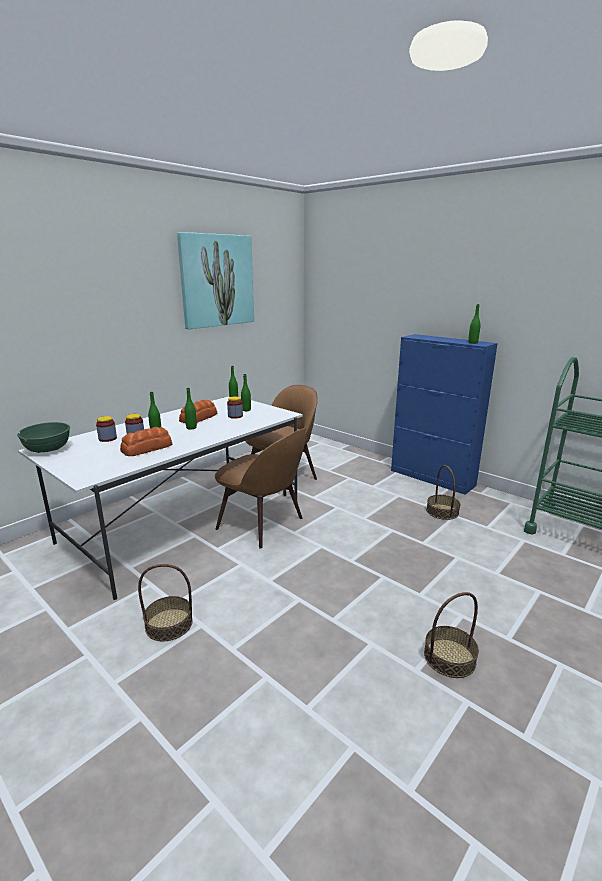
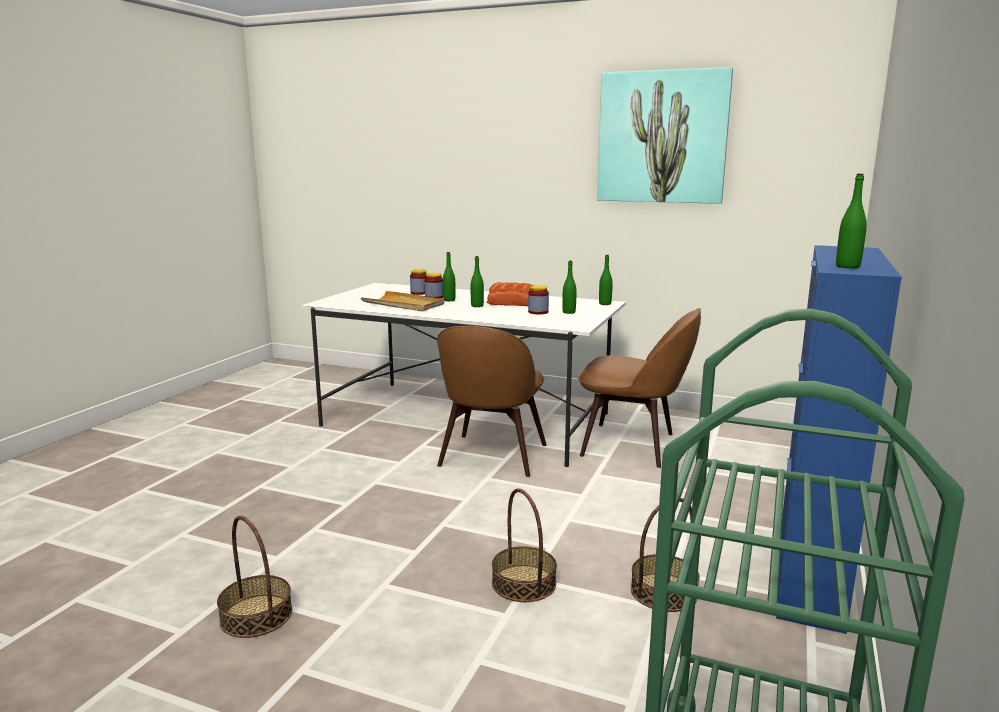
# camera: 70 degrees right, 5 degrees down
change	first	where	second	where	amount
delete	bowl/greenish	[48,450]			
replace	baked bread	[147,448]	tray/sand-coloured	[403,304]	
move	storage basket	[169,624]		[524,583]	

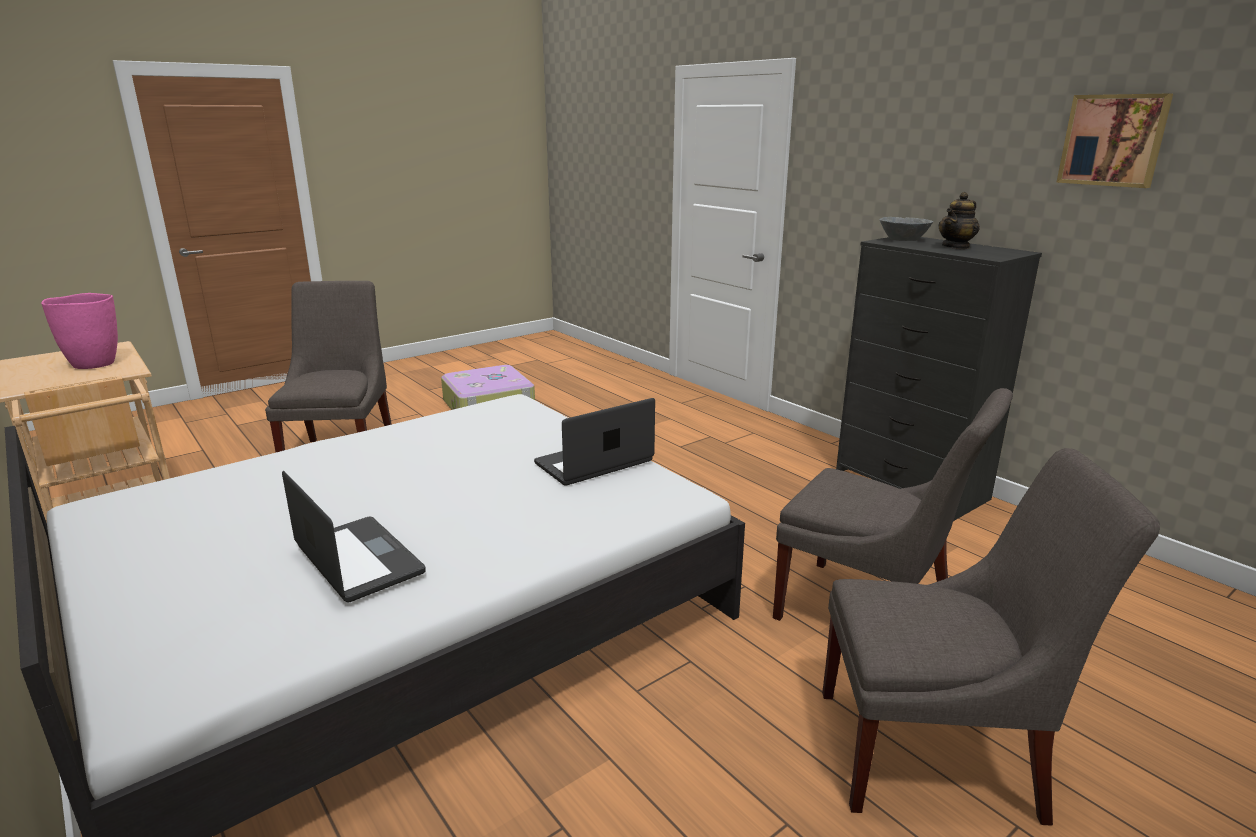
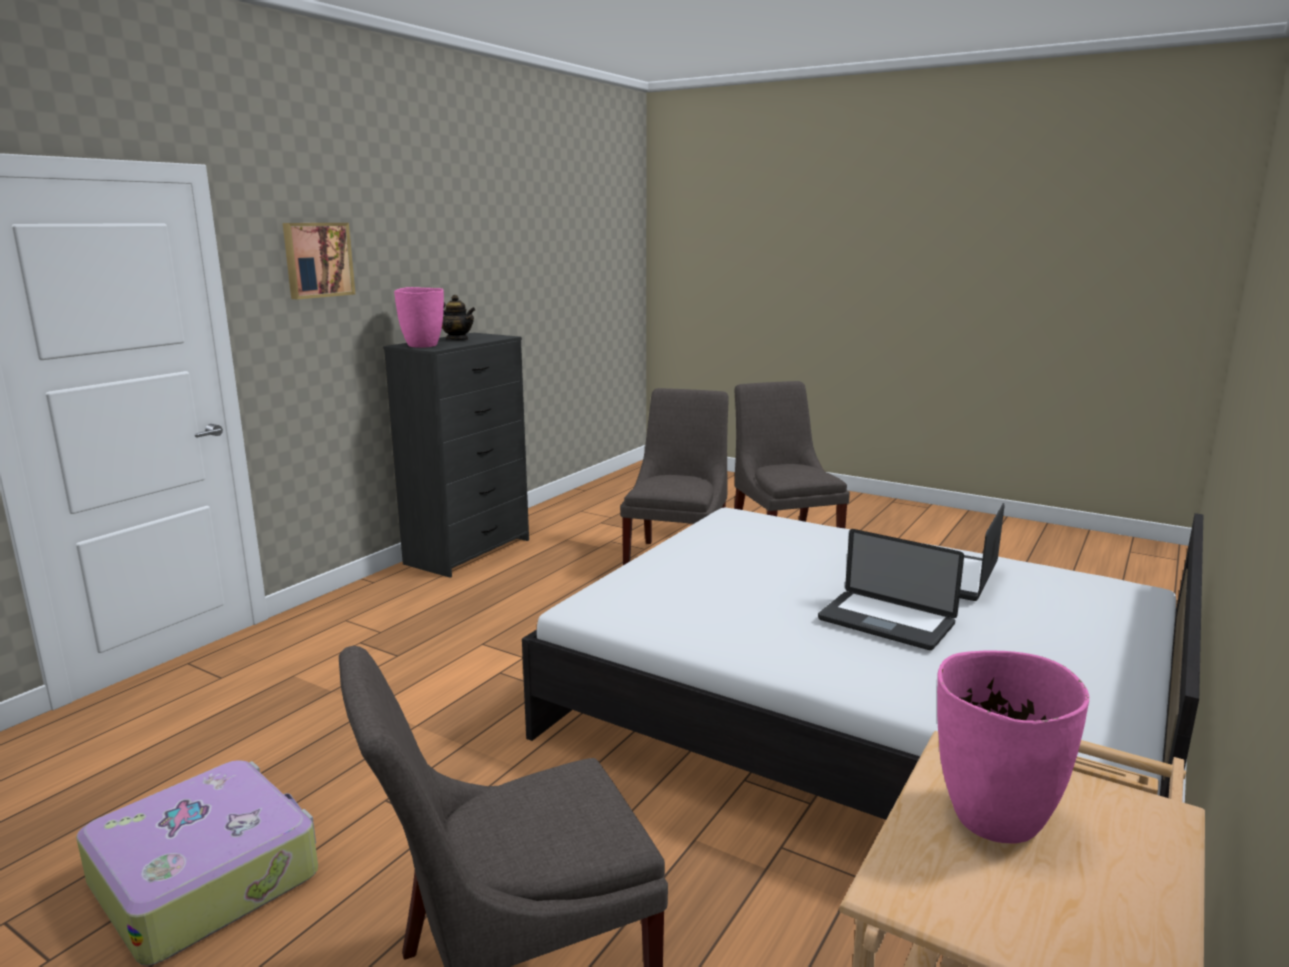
# camera: 110 degrees left, 5 degrees down
change	first	where	second	where	amount
move	portable computer	[594,463]		[886,622]	
replace	bowl/gray	[903,240]	flower vase/pinkish	[423,345]	
move	picture	[1113,140]		[317,260]	

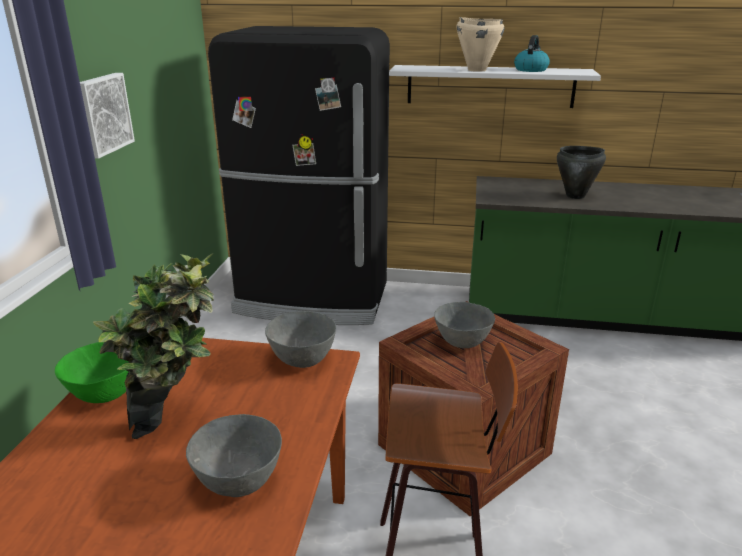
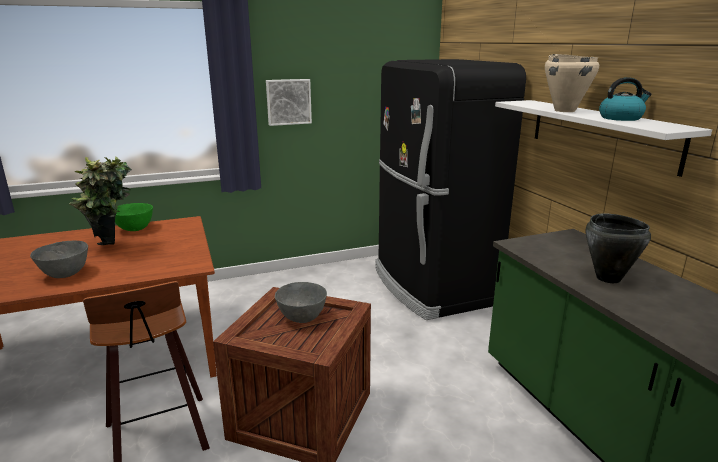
# camera: 60 degrees right, 5 degrees down
change	first	where	second	where	amount
delete	bowl/gray	[303,360]			

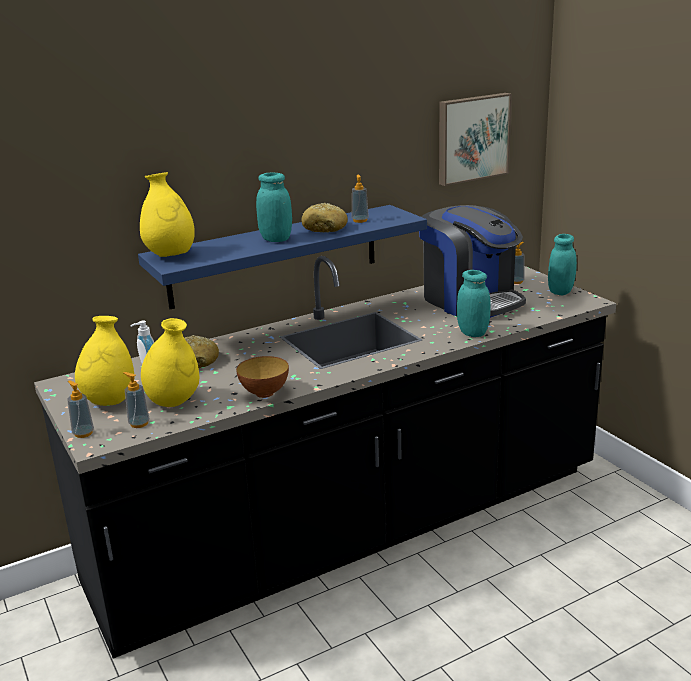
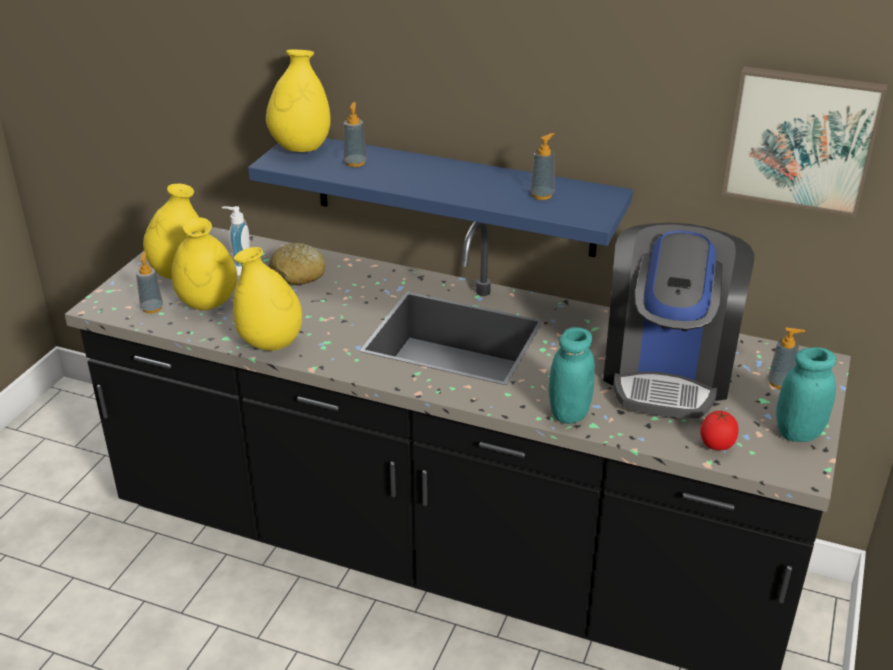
# camera: 50 degrees right, 10 degrees up
change	first	where	second	where	amount
move	soap dispenser	[83,433]		[355,163]	
replace	bowl	[264,393]	flower vase/yellow	[271,344]	
delete	storage jar/turquoise	[276,239]			
delete	baked bread	[325,228]			
insert			tomato	[716,446]	

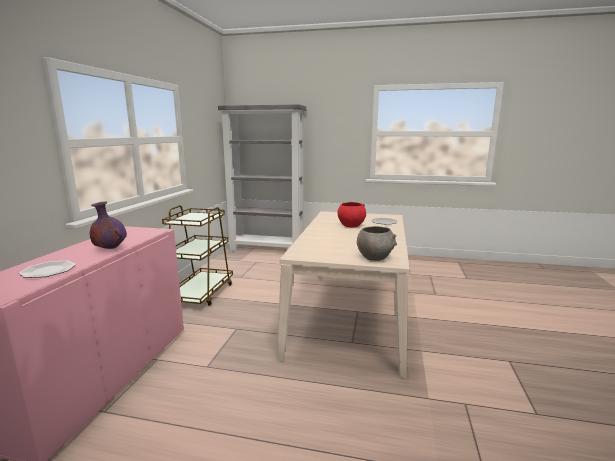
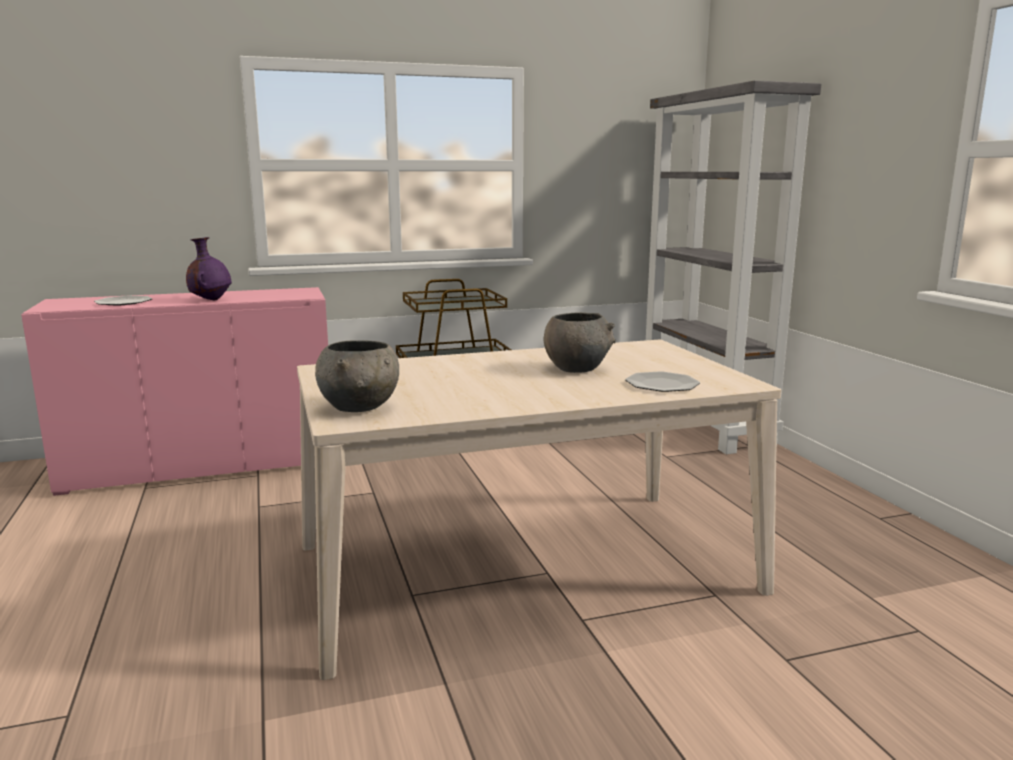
# camera: 60 degrees right, 0 degrees up
change	first	where	second	where	amount
recolor	bowl/red	[351,225]	bowl/gray	[577,369]	

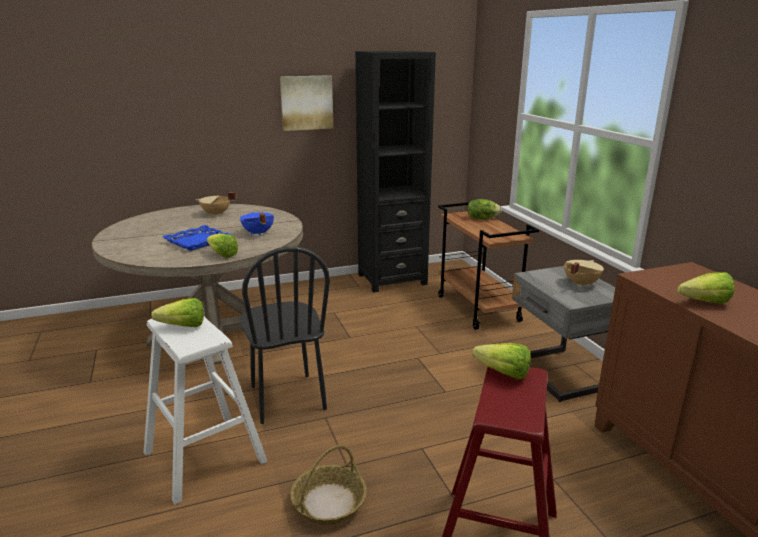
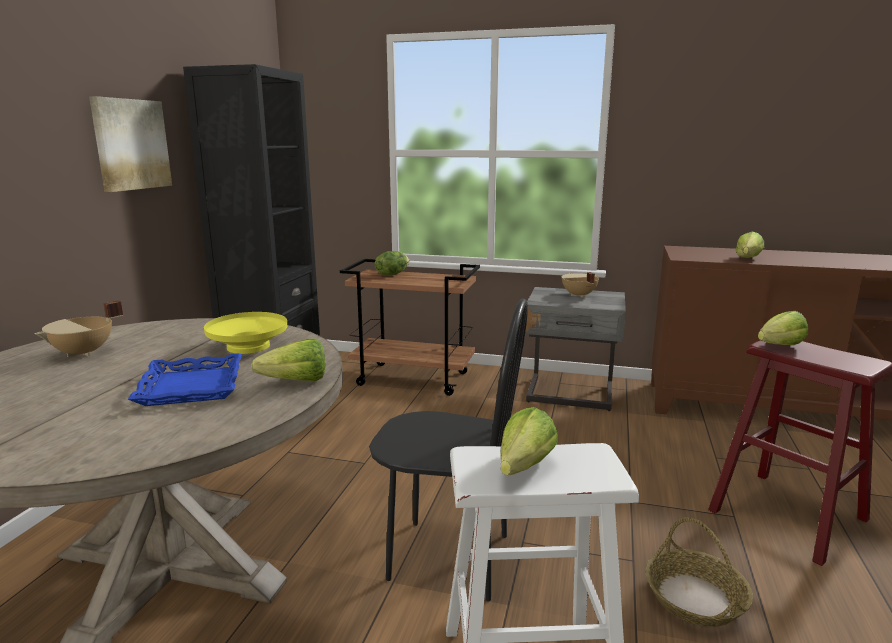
# camera: 55 degrees left, 5 degrees down
change	first	where	second	where	amount
replace	stockpot/blue	[257,233]	bowl/yellow	[248,347]	

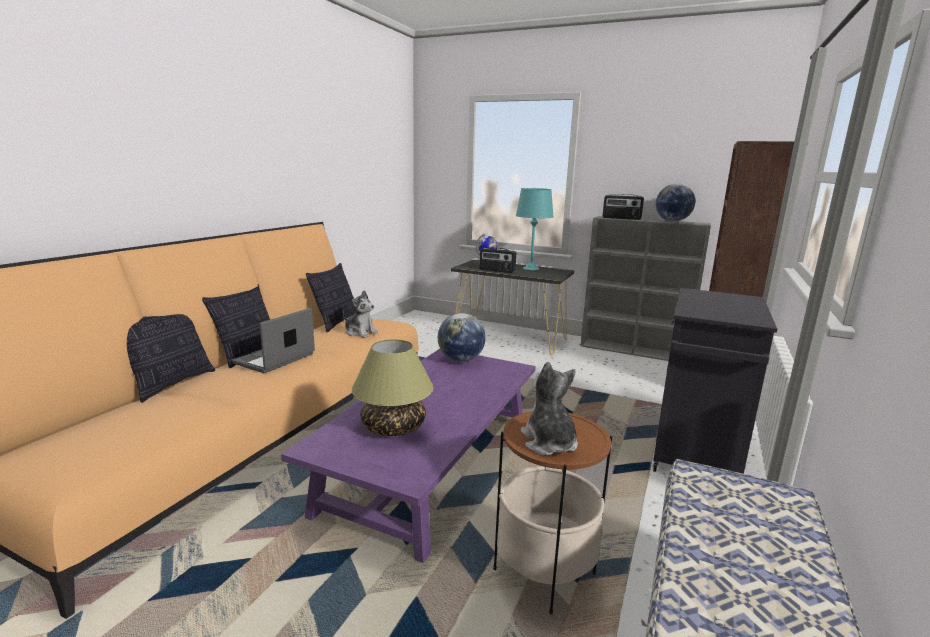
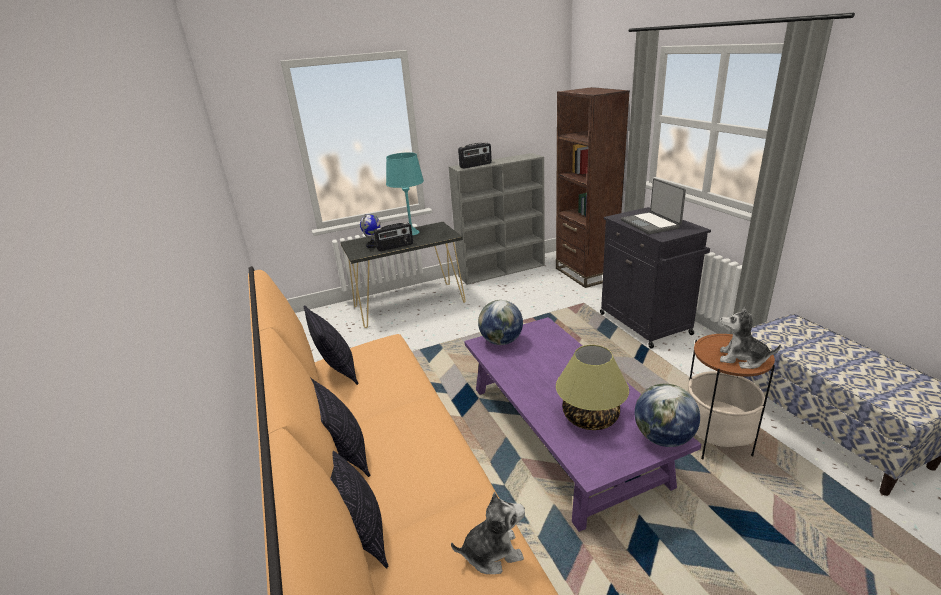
# camera: 45 degrees left, 10 degrees up
change	first	where	second	where	amount
move	portable computer	[275,359]		[650,224]	
move	soft toy	[360,332]		[492,552]	
move	desk globe	[672,221]		[663,438]	

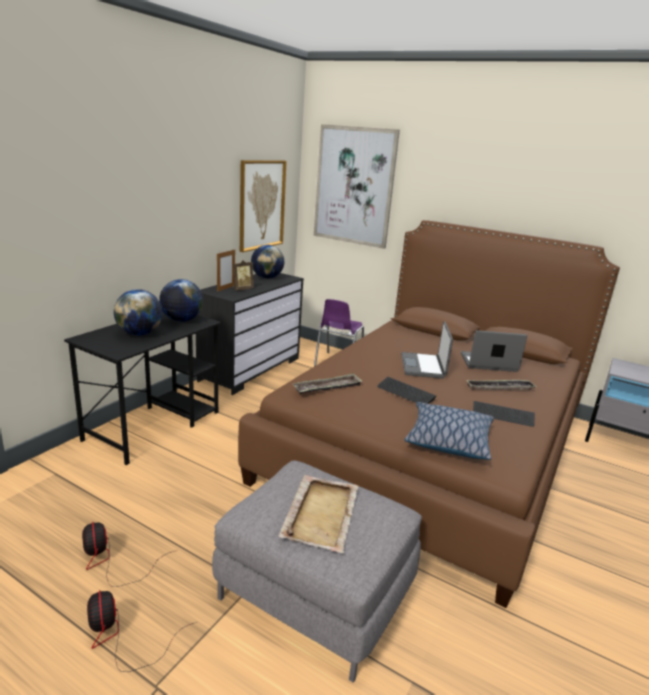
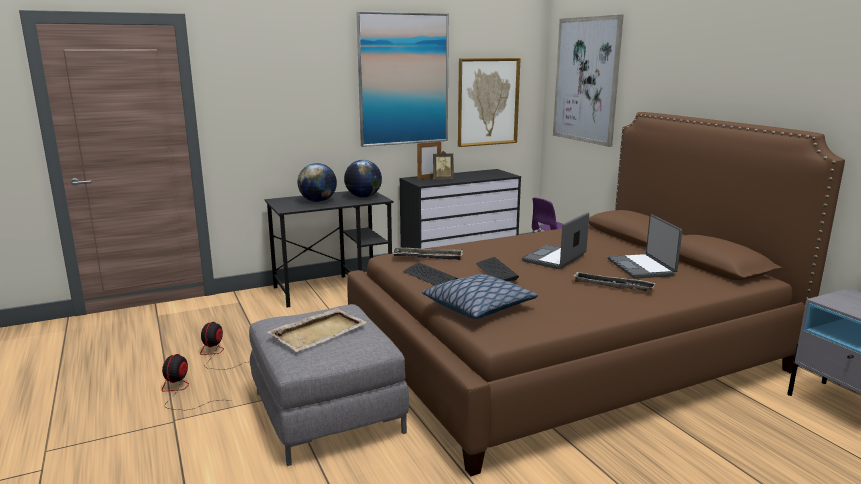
# camera: 35 degrees right, 5 degrees down
change	first	where	second	where	amount
delete	desk globe	[267,277]			
rotate	portable computer	[488,363]		[642,267]	135 degrees counterclockwise
move	PC keyboard	[502,415]		[429,276]	
insert			picture	[403,79]	

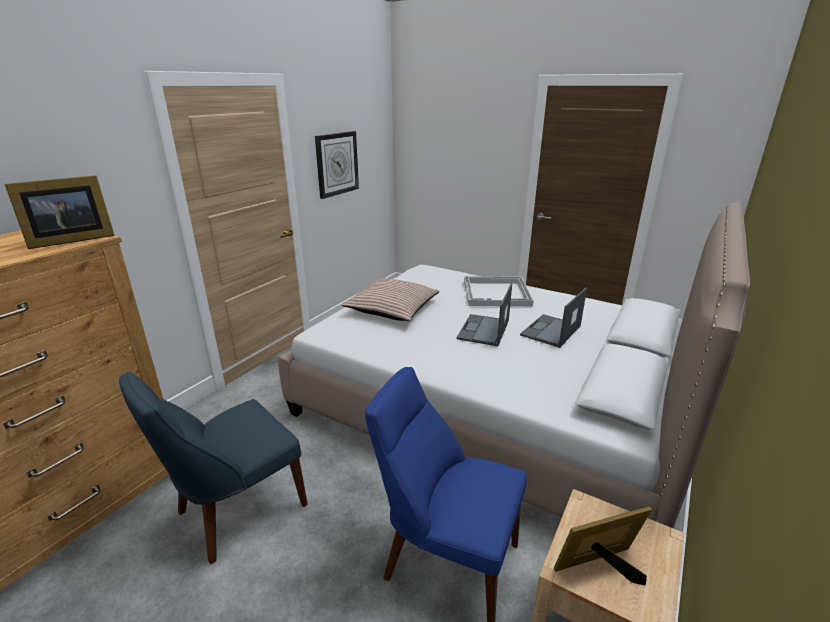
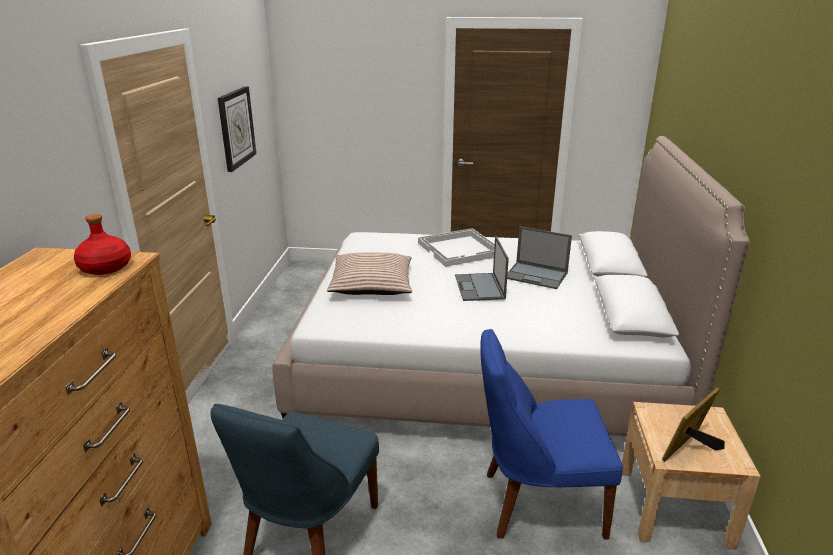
# camera: 25 degrees left, 0 degrees up
change	first	where	second	where	amount
replace	picture frame	[69,240]	beverage bottle/red	[105,267]	
rotate	portable computer	[550,331]		[536,275]	75 degrees counterclockwise

